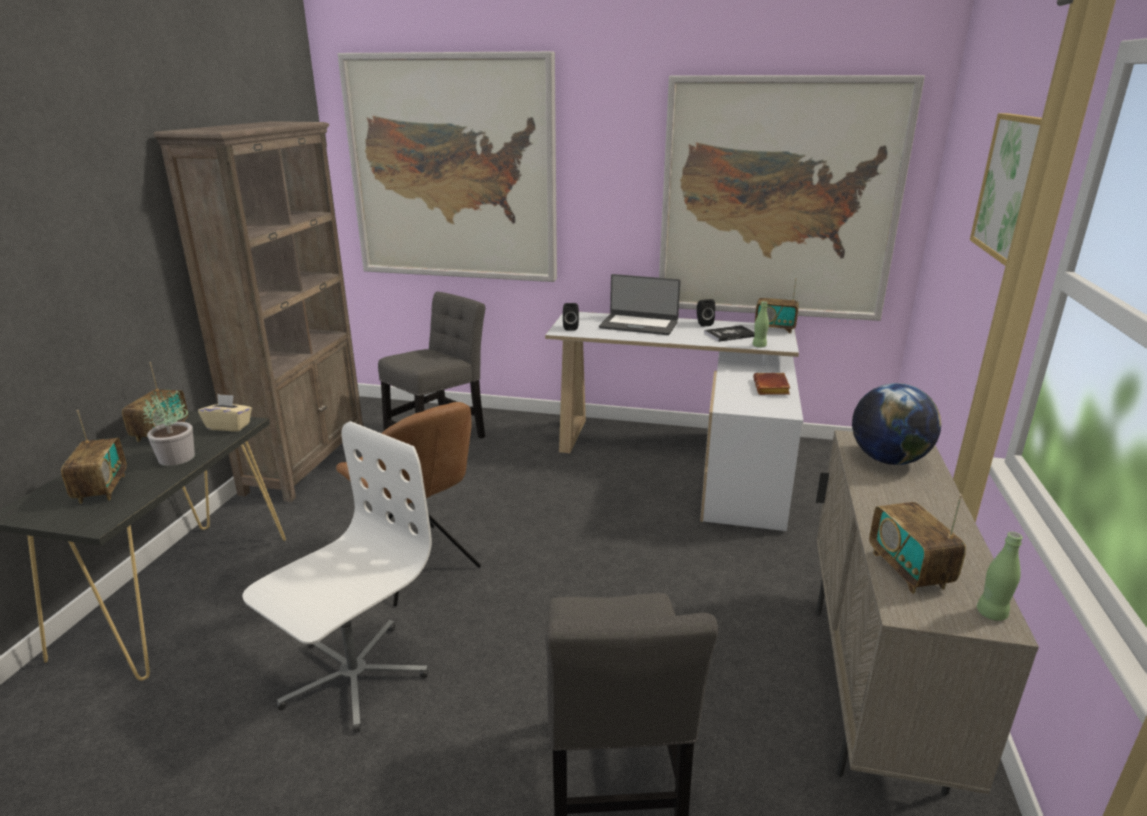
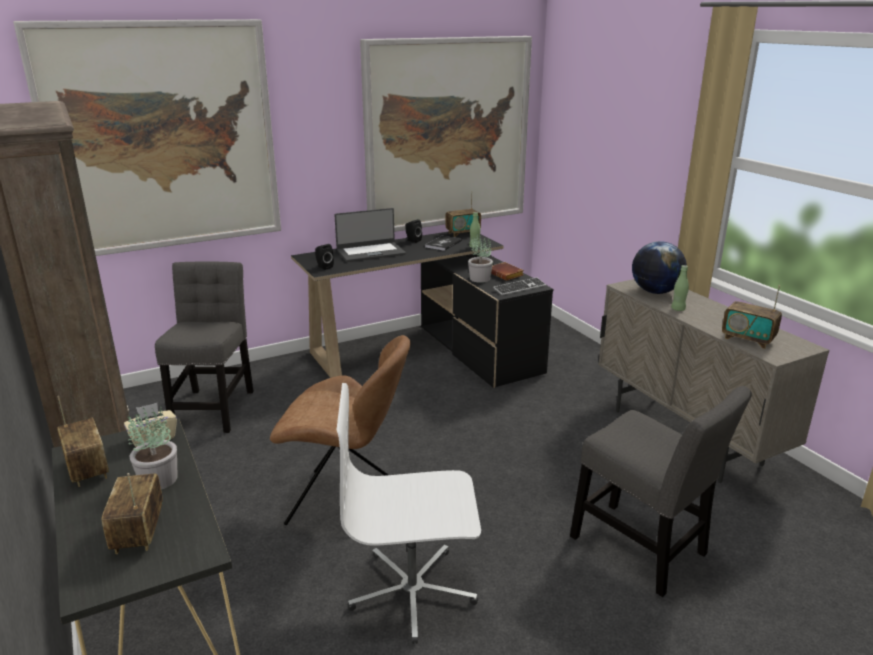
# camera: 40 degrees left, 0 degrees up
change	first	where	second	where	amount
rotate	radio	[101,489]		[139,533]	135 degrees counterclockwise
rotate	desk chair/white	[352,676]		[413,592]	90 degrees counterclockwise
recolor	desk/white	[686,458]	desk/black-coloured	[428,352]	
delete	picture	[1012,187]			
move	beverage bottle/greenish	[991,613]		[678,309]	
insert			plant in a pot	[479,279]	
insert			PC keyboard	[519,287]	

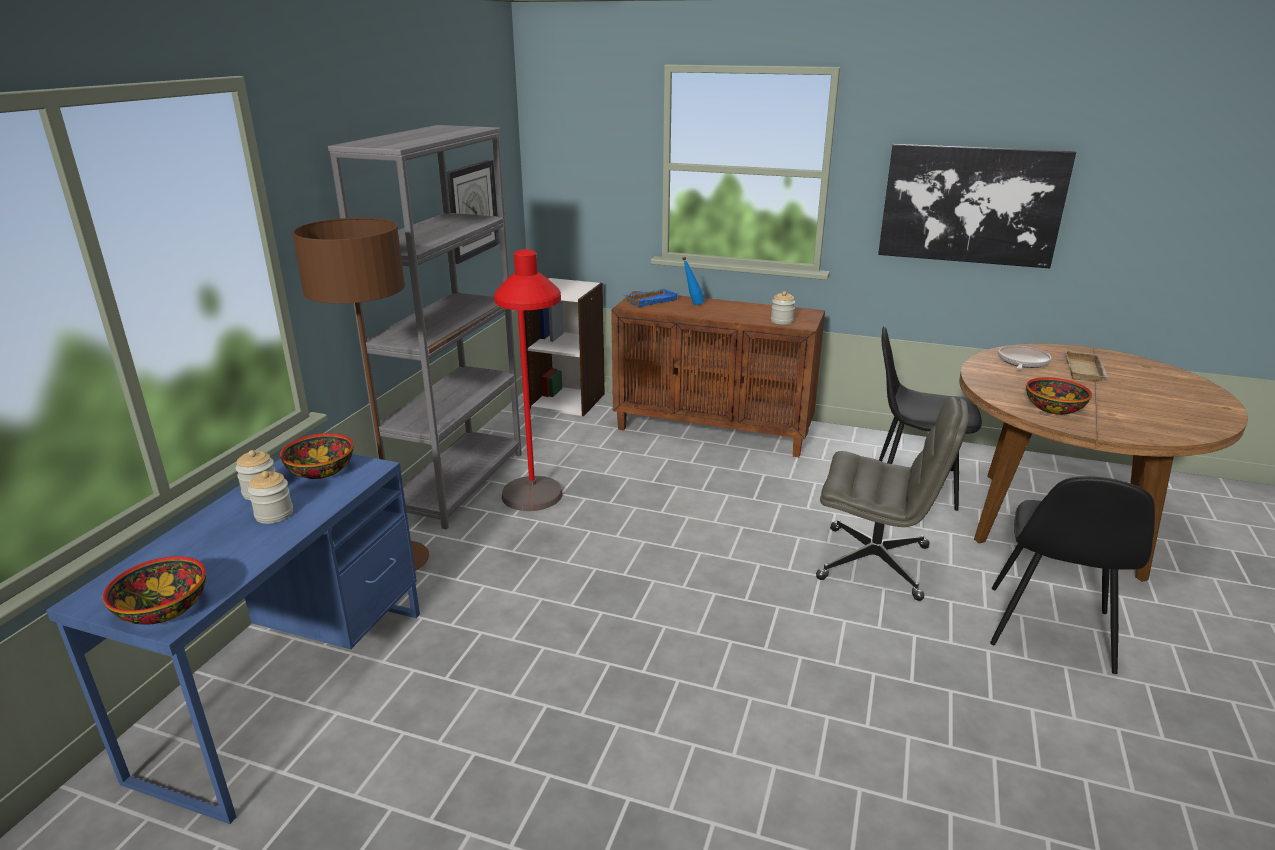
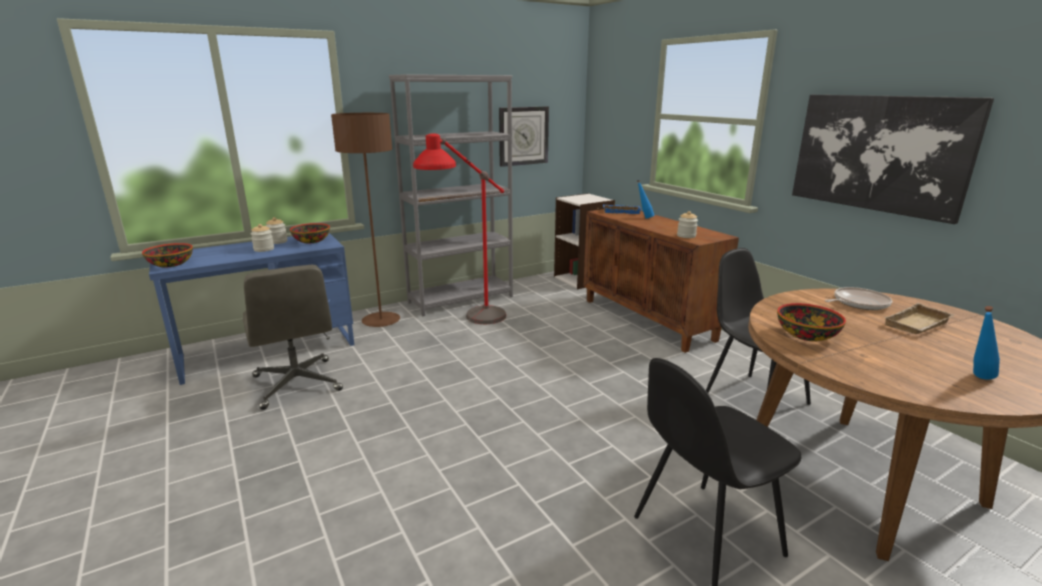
# camera: 40 degrees right, 5 degrees down
change	first	where	second	where	amount
move	desk chair/gray	[875,563]		[297,384]	
insert			beverage bottle/blue	[976,378]	

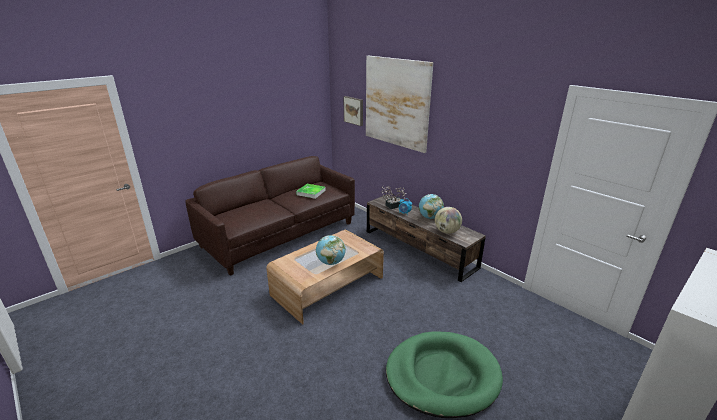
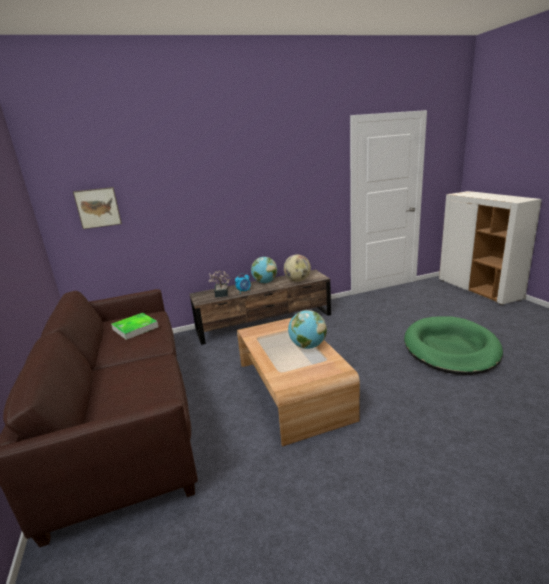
# camera: 65 degrees left, 5 degrees down
change	first	where	second	where	amount
delete	picture	[396,102]			

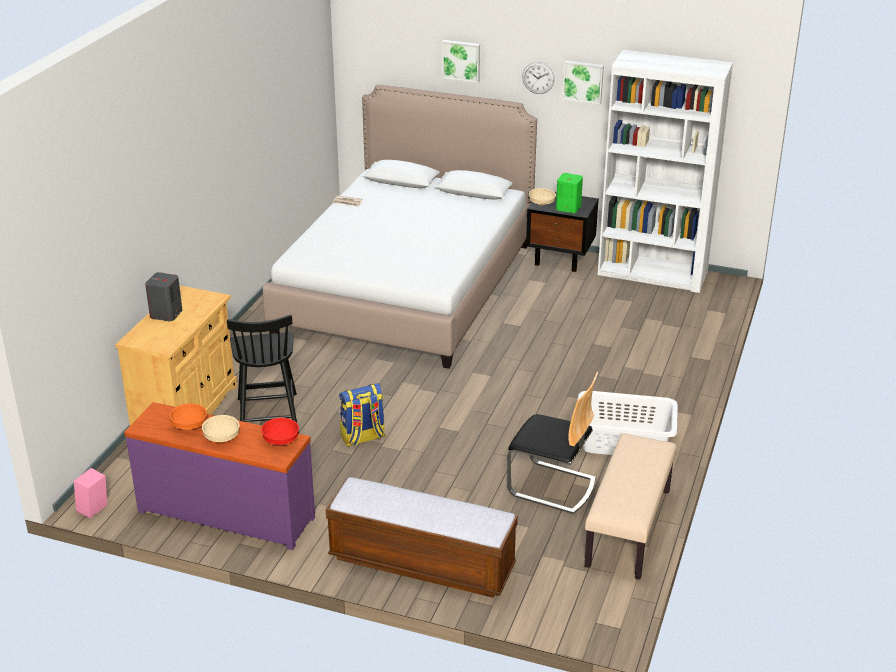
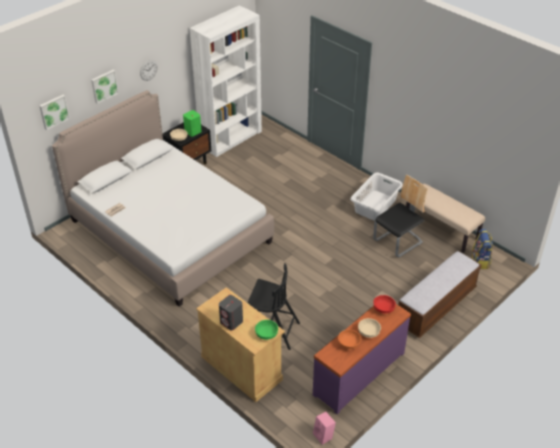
# camera: 65 degrees left, 10 degrees up
change	first	where	second	where	amount
move	rucksack	[363,438]		[480,261]	
move	picture	[583,81]		[53,111]	
insert			bowl/greenish	[267,334]	

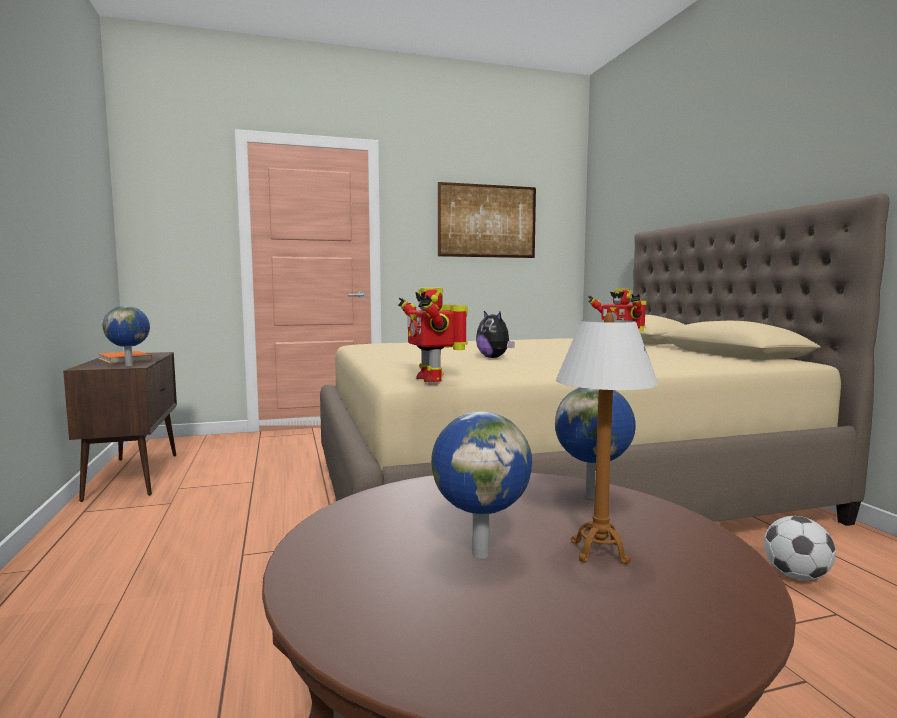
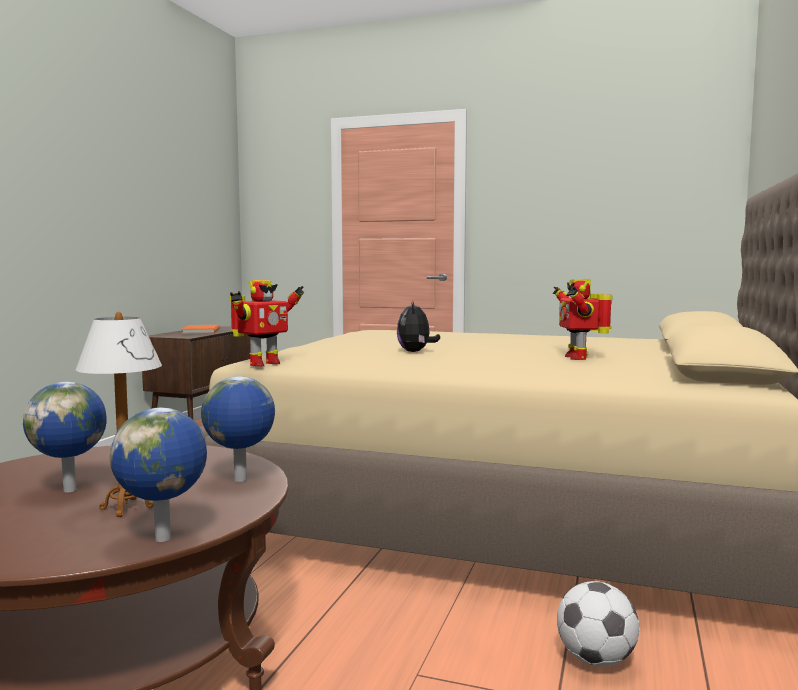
# camera: 35 degrees right, 0 degrees up
change	first	where	second	where	amount
move	desk globe	[130,365]		[165,538]	
rotate	toy robot	[432,379]		[262,364]	150 degrees counterclockwise
delete	picture	[487,221]			

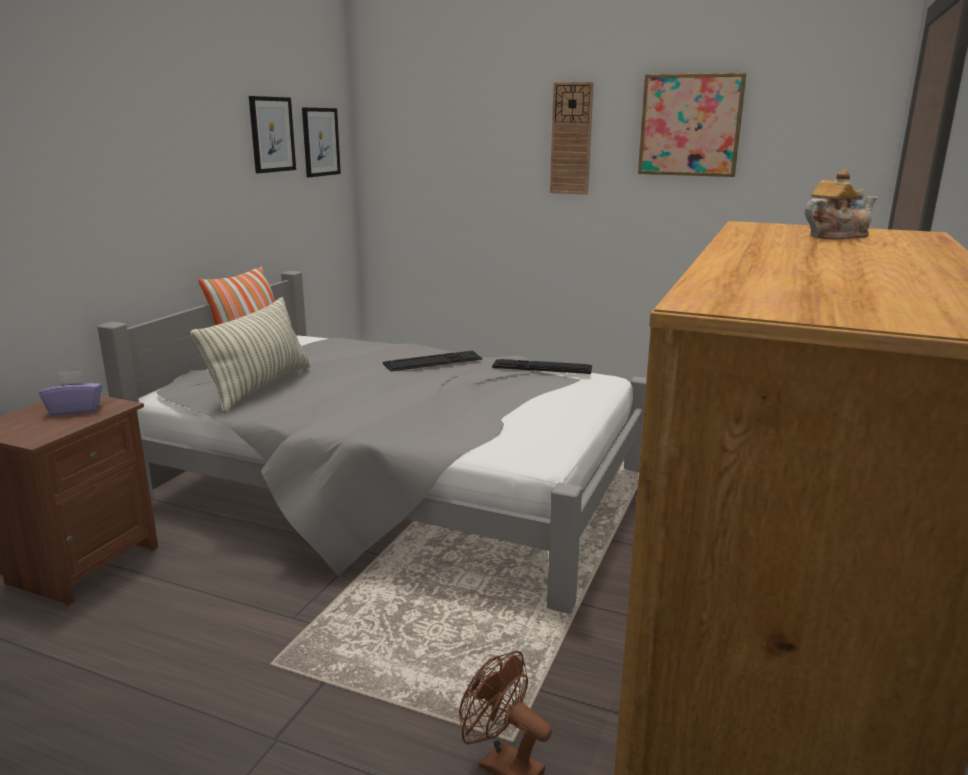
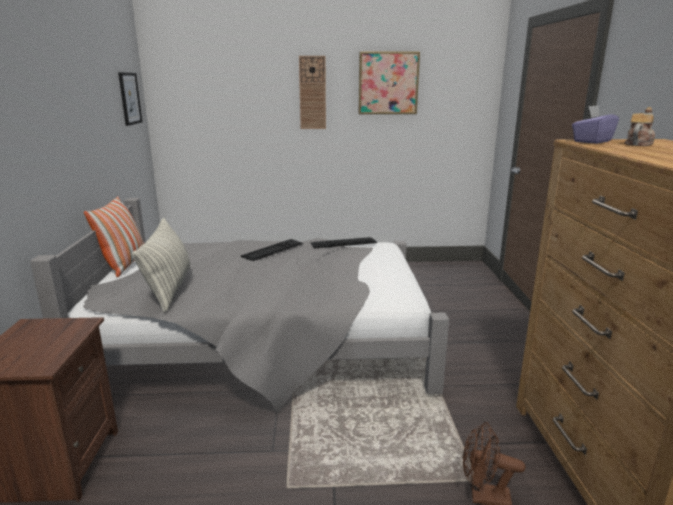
# camera: 25 degrees left, 0 degrees up
change	first	where	second	where	amount
move	tissue holder/purple	[75,410]		[591,141]	
delete	picture	[272,134]			

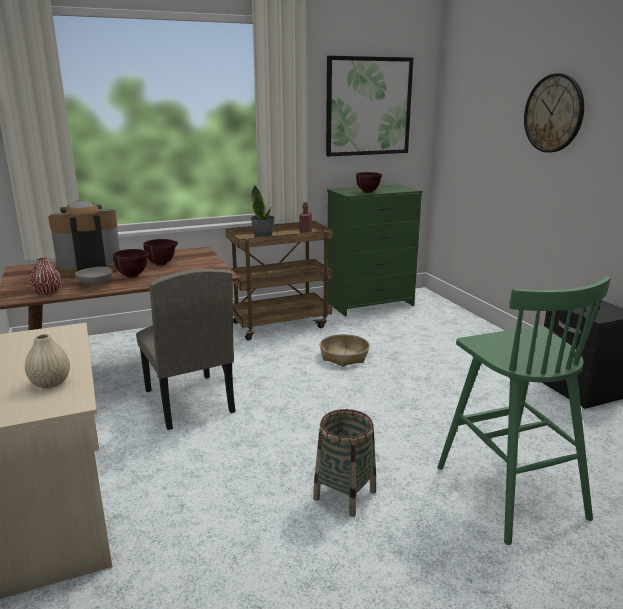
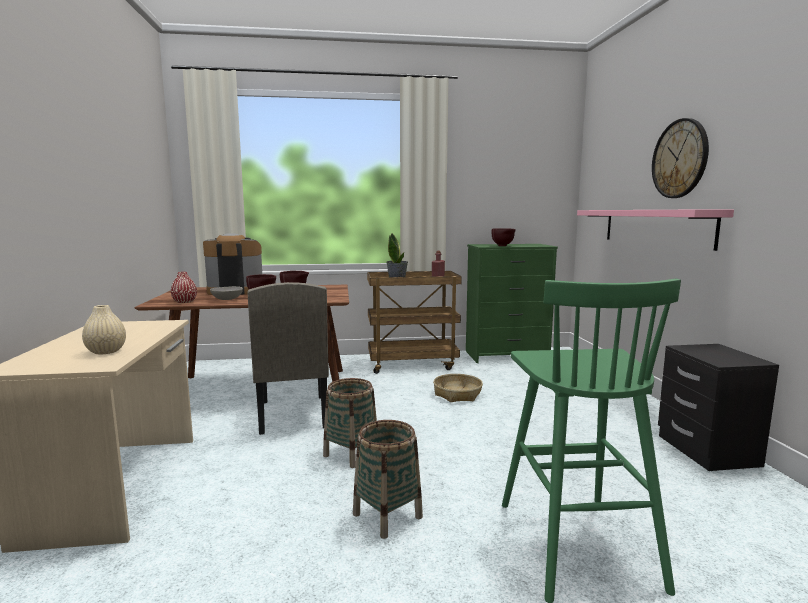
# camera: 15 degrees right, 10 degrees down
change	first	where	second	where	amount
delete	picture	[368,106]			
insert			storage basket	[351,454]	
insert			wall shelf/pinkish	[655,227]	

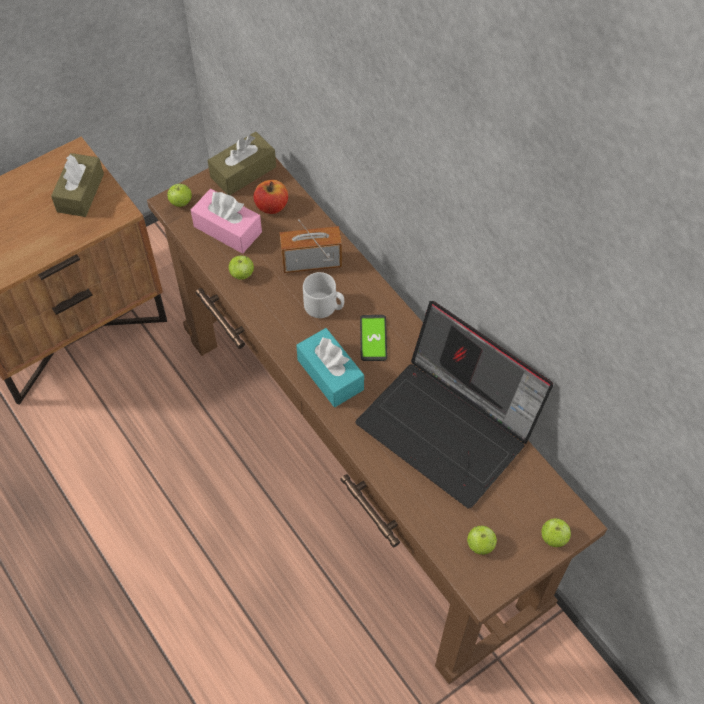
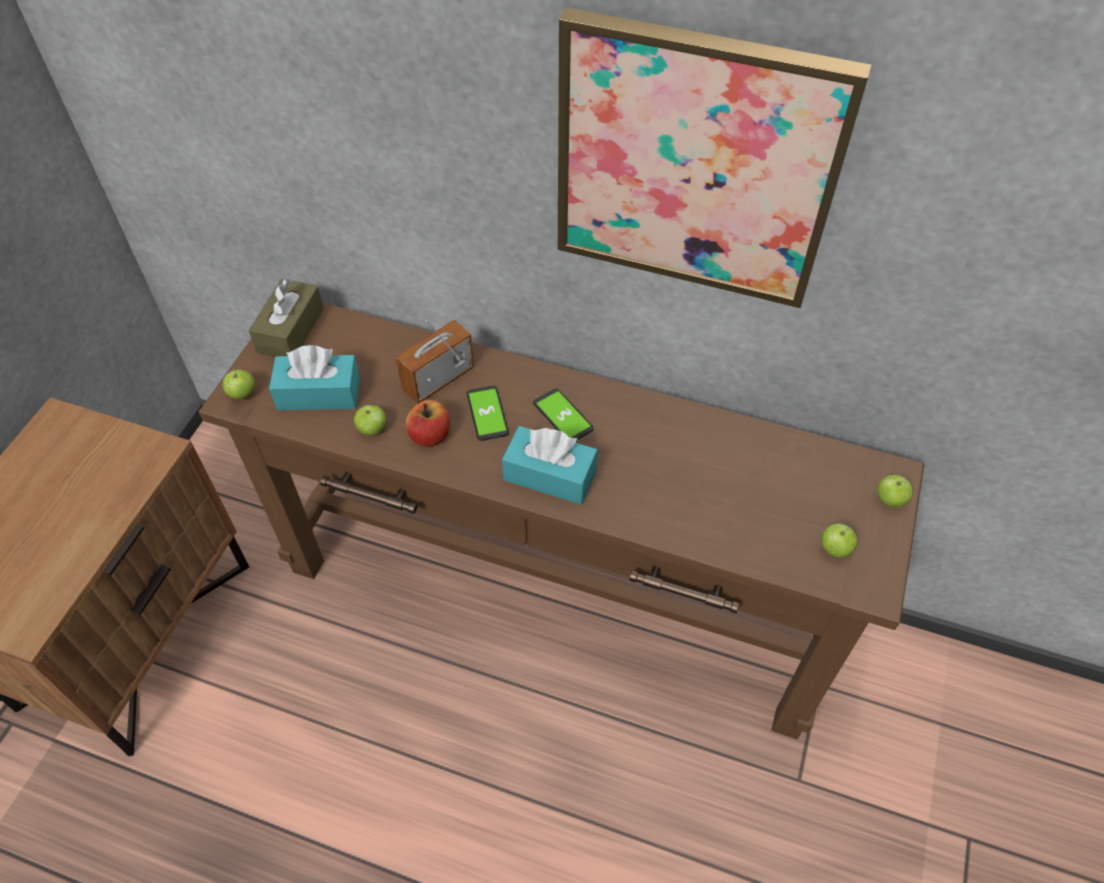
# camera: 35 degrees left, 5 degrees down
change	first	where	second	where	amount
delete	tissue holder/brownish	[80,193]			
recolor	tissue holder/pinkish	[227,229]	tissue holder/turquoise	[319,393]	
move	whole apple	[272,206]		[430,435]	
replace	coffee mug/gray	[324,307]	handset	[487,414]	
delete	portable computer	[450,427]			
insert			picture	[695,163]	

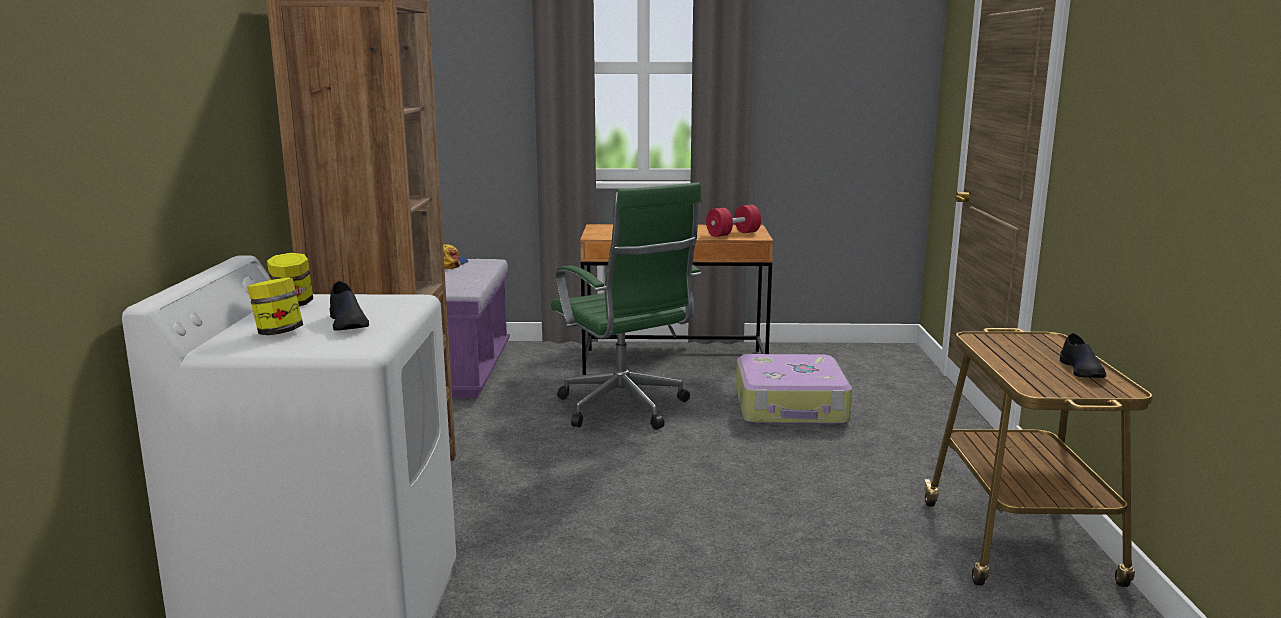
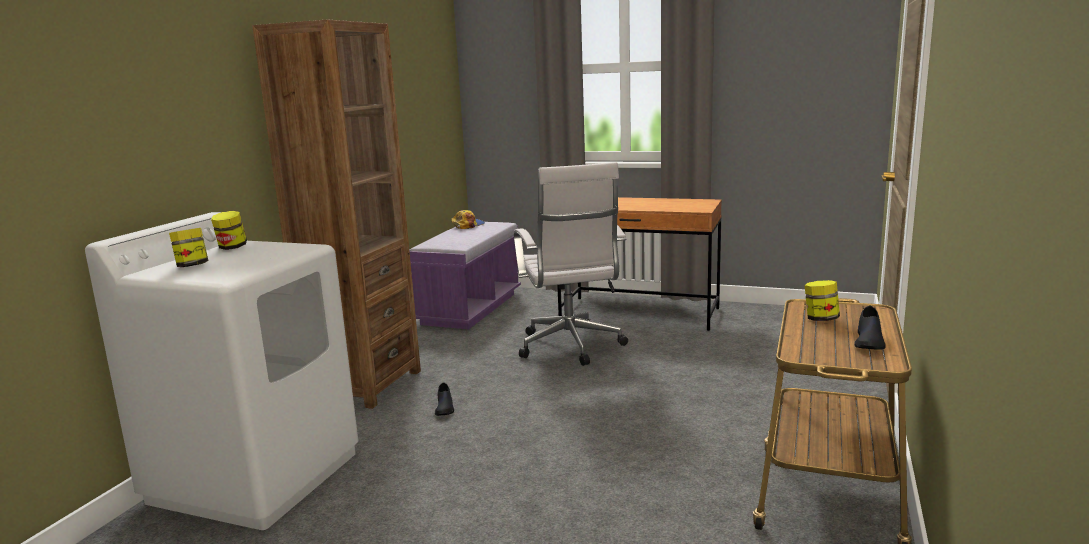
# camera: 20 degrees right, 0 degrees up
change	first	where	second	where	amount
move	item of footwear/black-coloured	[348,323]		[444,408]	
recolor	desk chair/greenish	[625,409]	desk chair/white	[571,347]	
delete	dumbbell/red	[733,234]			
delete	piece of luggage	[791,407]			
insert			storage jar	[821,319]	

